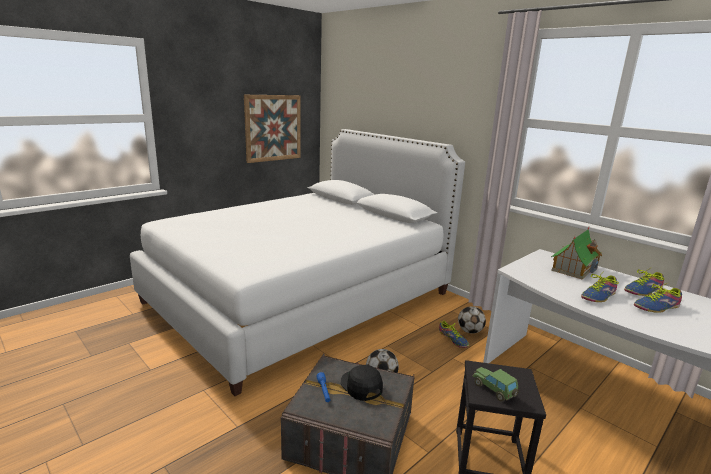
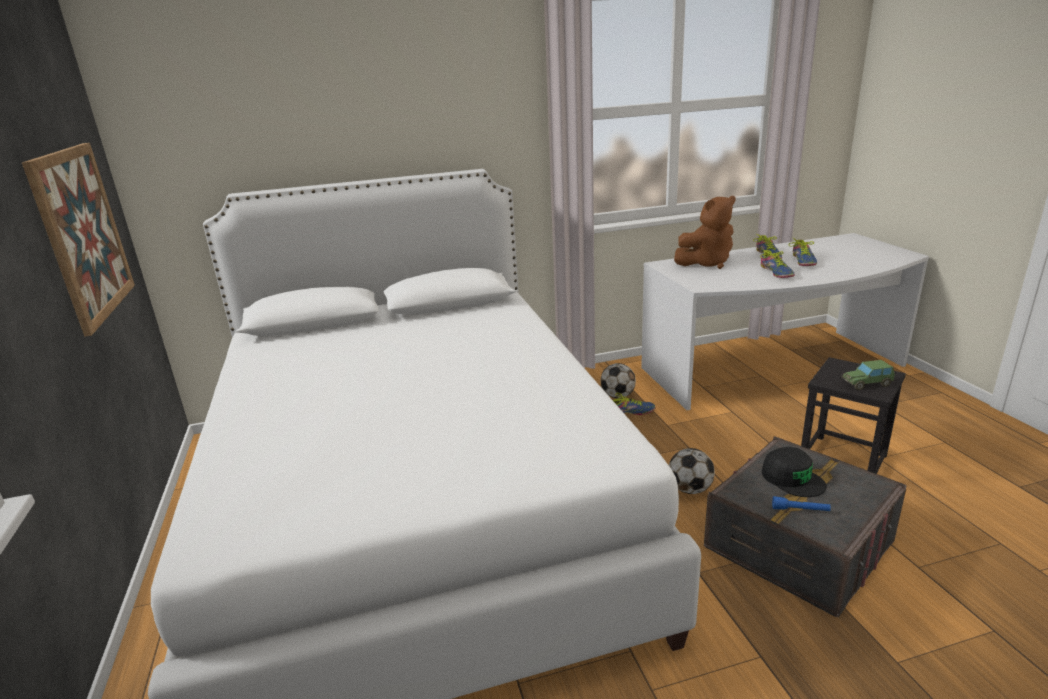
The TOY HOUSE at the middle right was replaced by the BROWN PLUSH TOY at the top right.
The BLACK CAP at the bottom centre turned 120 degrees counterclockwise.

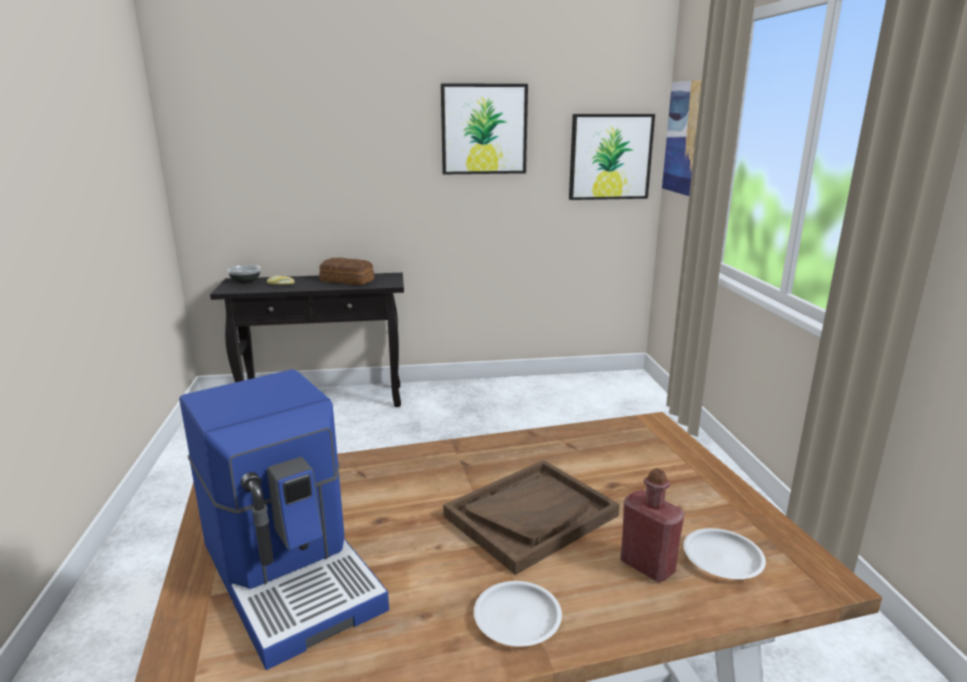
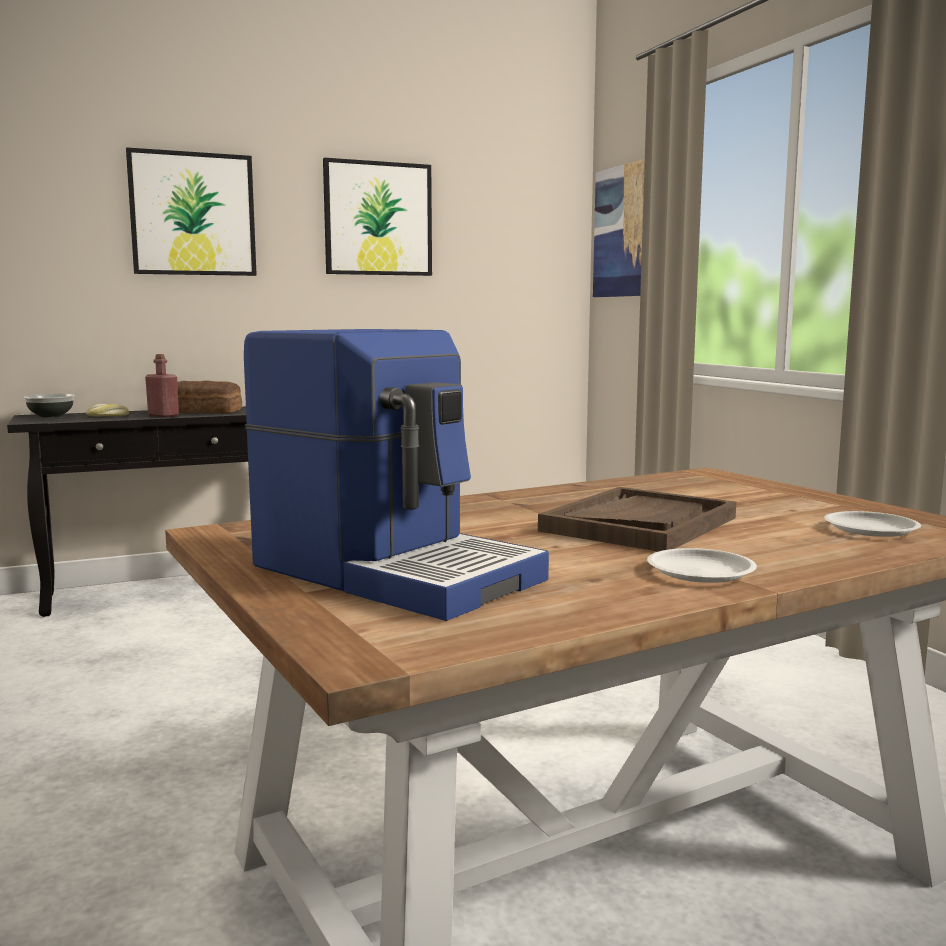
The PICTURE (2nd from left in the first image) moved from the top centre to the top left.
The RED BOTTLE moved from the bottom right to the middle left.

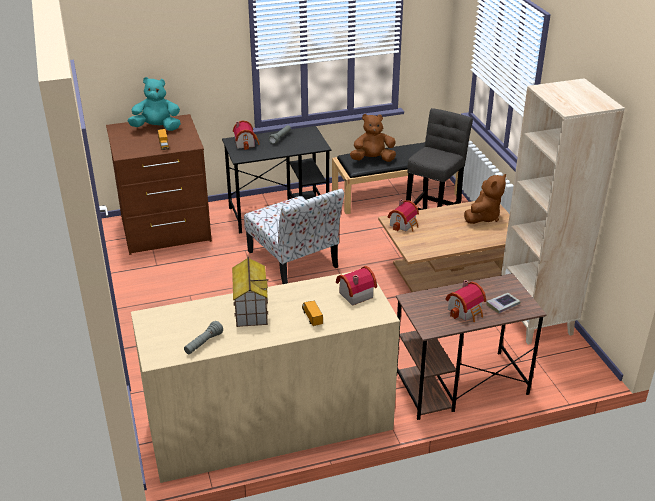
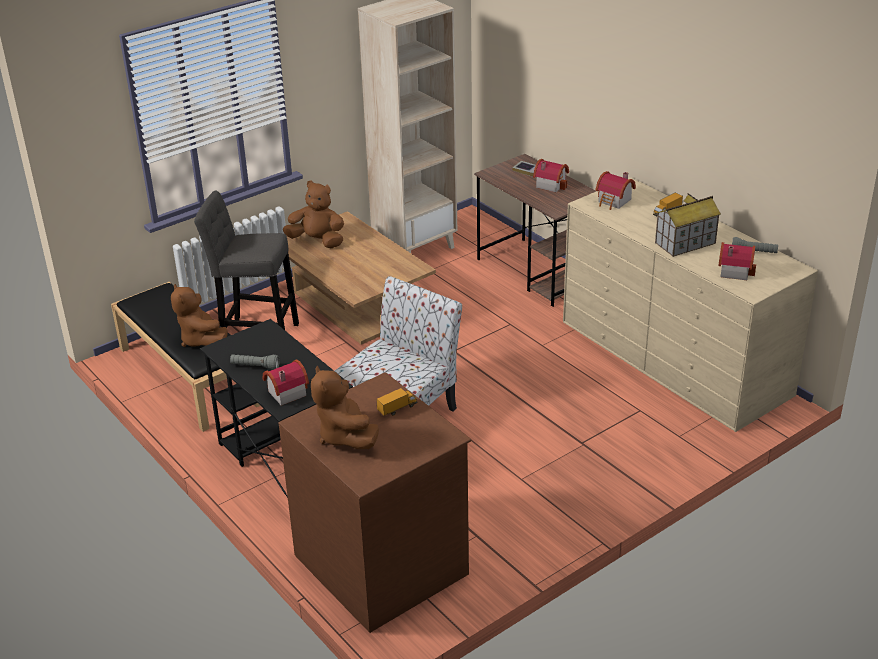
The TURQUOISE PLUSH TOY at the top left became the BROWN PLUSH TOY (3rd from left) at the centre.
The TOY HOUSE (4th from left in the first image) moved from the centre to the middle right.

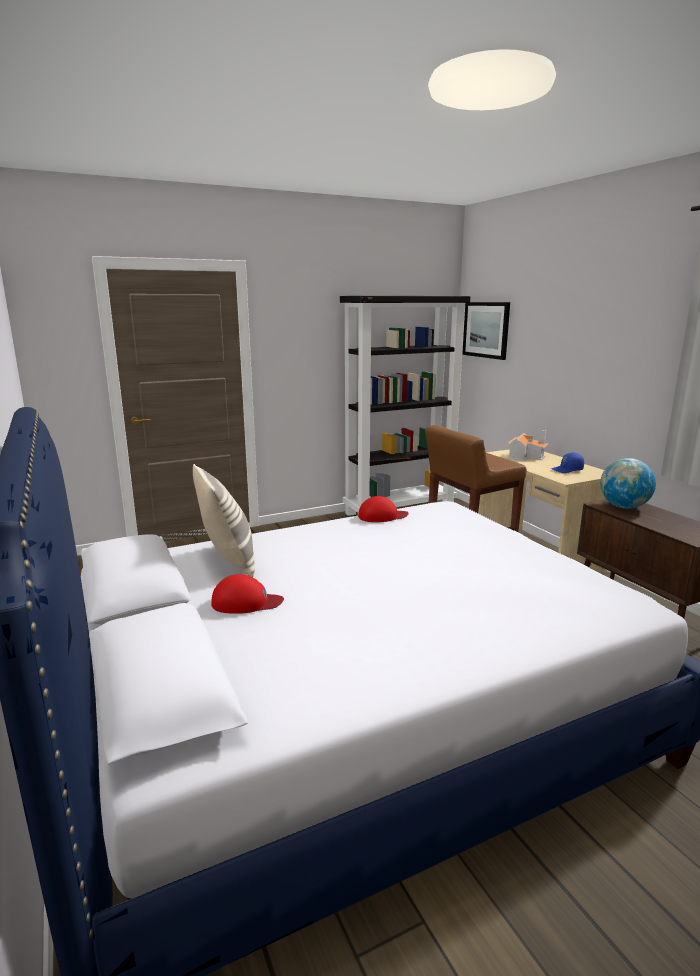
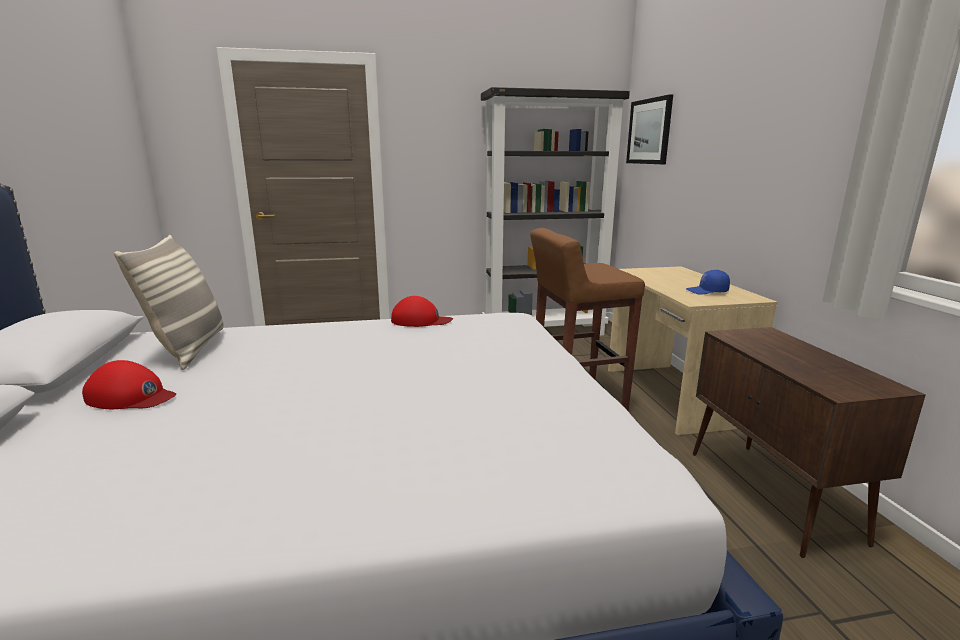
The TOY HOUSE at the middle right disappeared.
The GLOBE at the middle right disappeared.

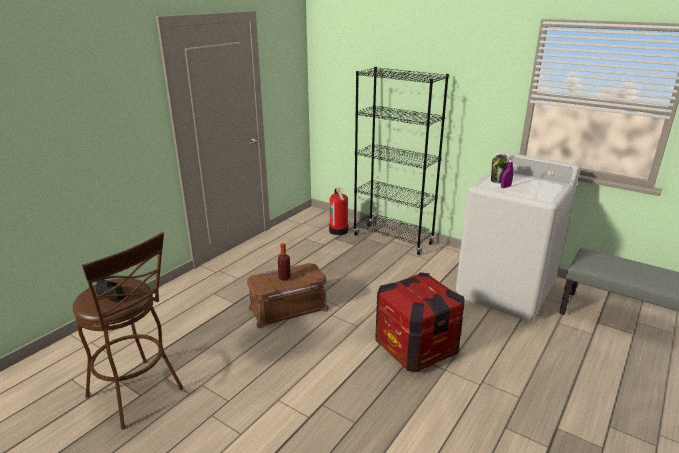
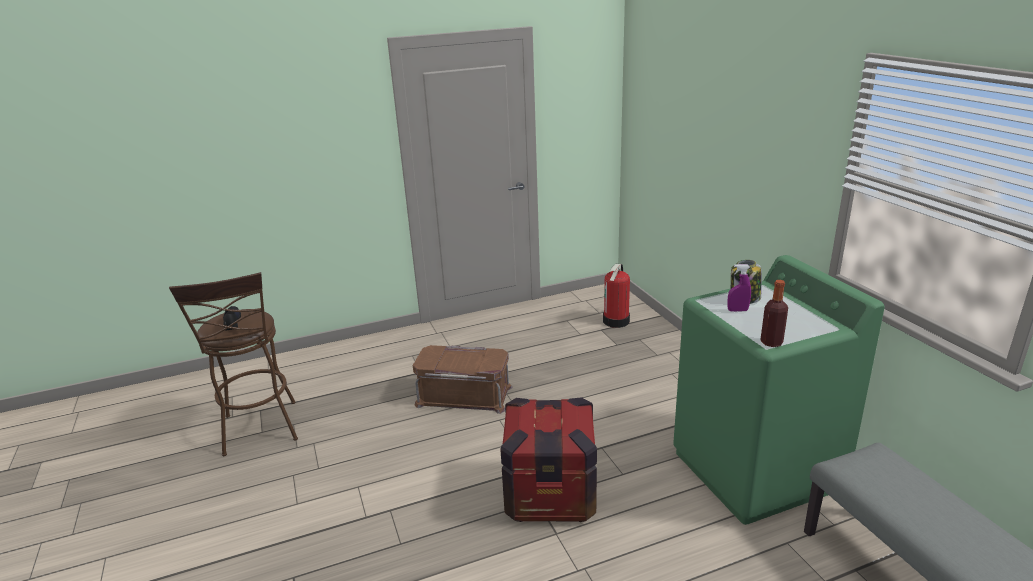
The WHITE WASHING MACHINE at the middle right became the GREEN WASHING MACHINE at the bottom right.
The BOTTLE moved from the centre to the middle right.
The BLACK BOOKCASE at the centre disappeared.

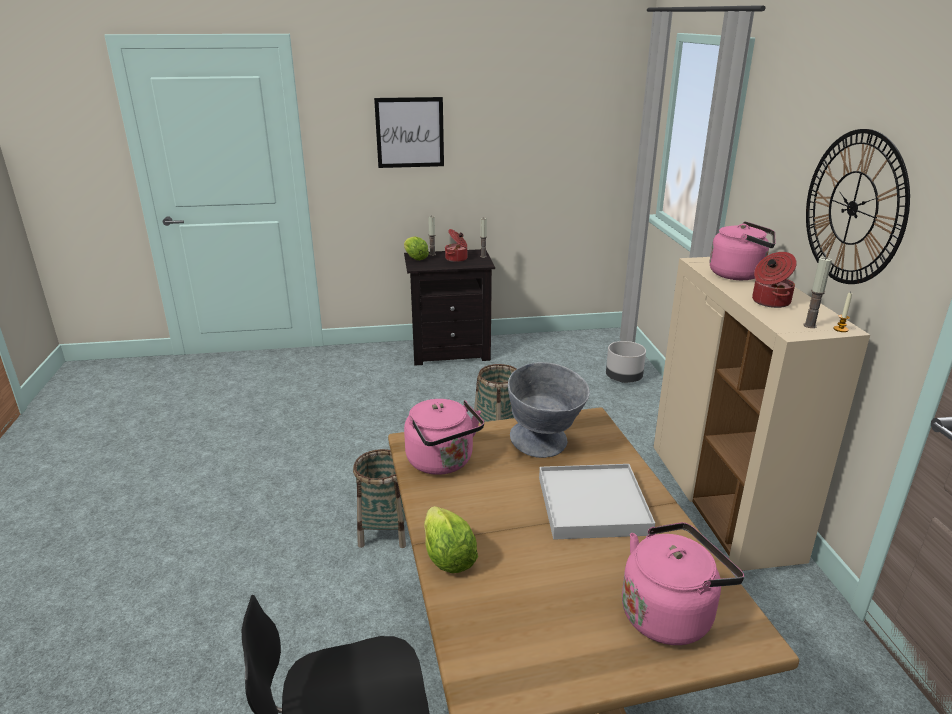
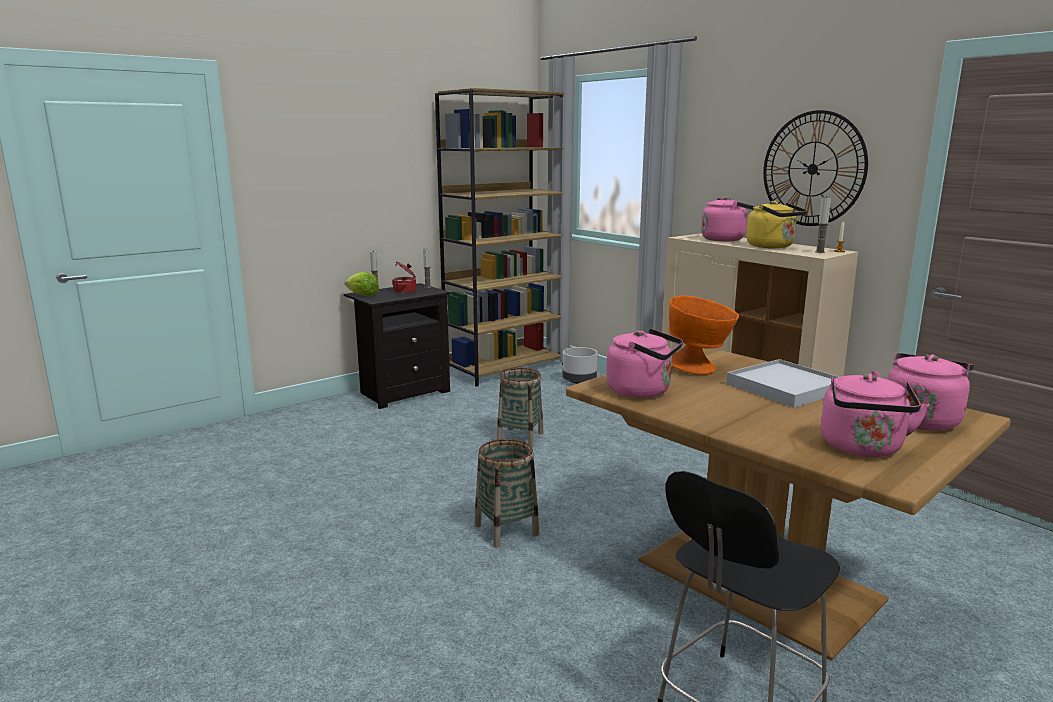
The BROWN BOOKCASE at the centre appeared.
The GREY BOWL at the centre became the ORANGE BOWL at the middle right.
The COOKING POT (2nd from left) at the middle right was replaced by the YELLOW KETTLE at the top right.
The PINK KETTLE (3rd from left) at the middle right appeared.
The PICTURE at the top centre disappeared.
The LETTUCE (2nd from left) at the bottom centre disappeared.

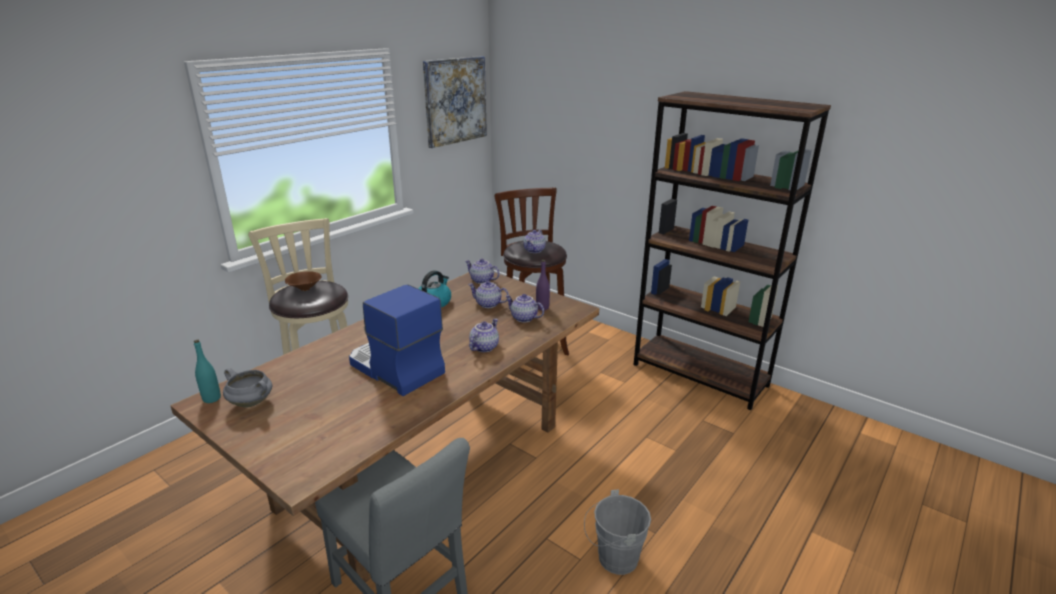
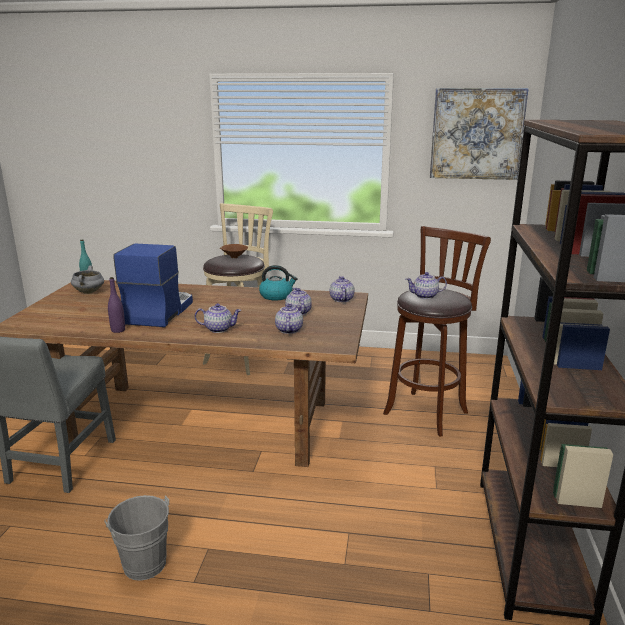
The PURPLE BOTTLE moved from the centre to the middle left.

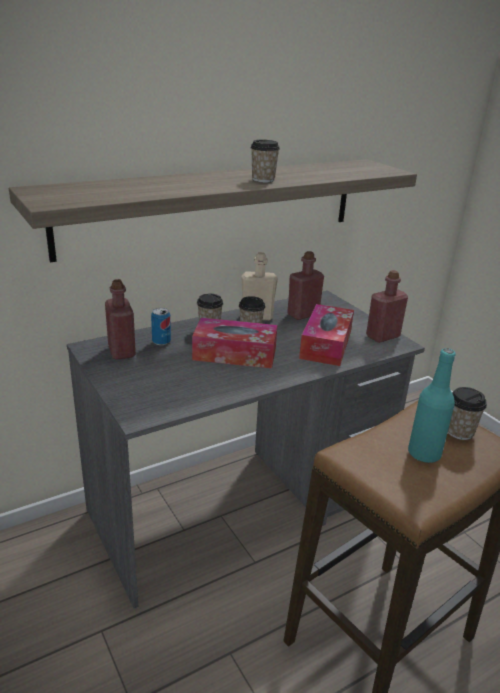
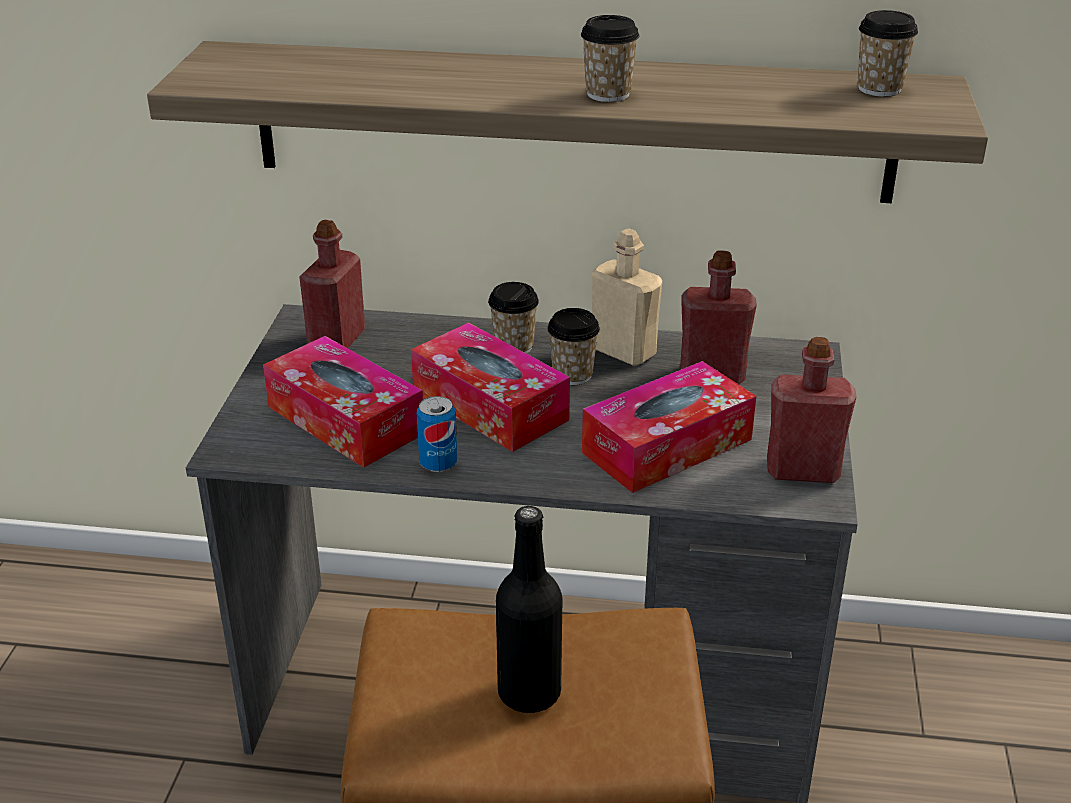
The TISSUE BOX (1st from left) at the middle left appeared.
The CAN moved from the middle left to the centre.
The TURQUOISE BOTTLE at the middle right became the BLACK BOTTLE at the bottom centre.
The CUP (4th from left) moved from the middle right to the top right.

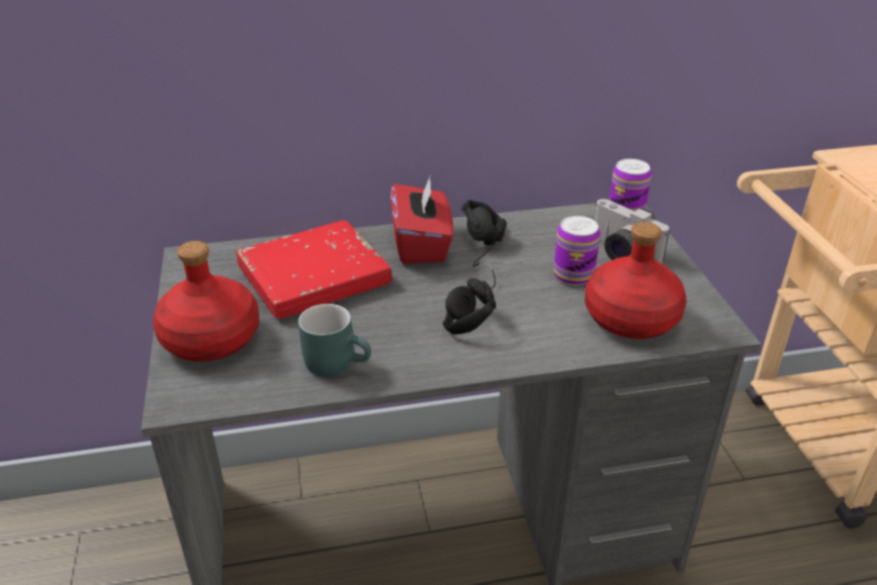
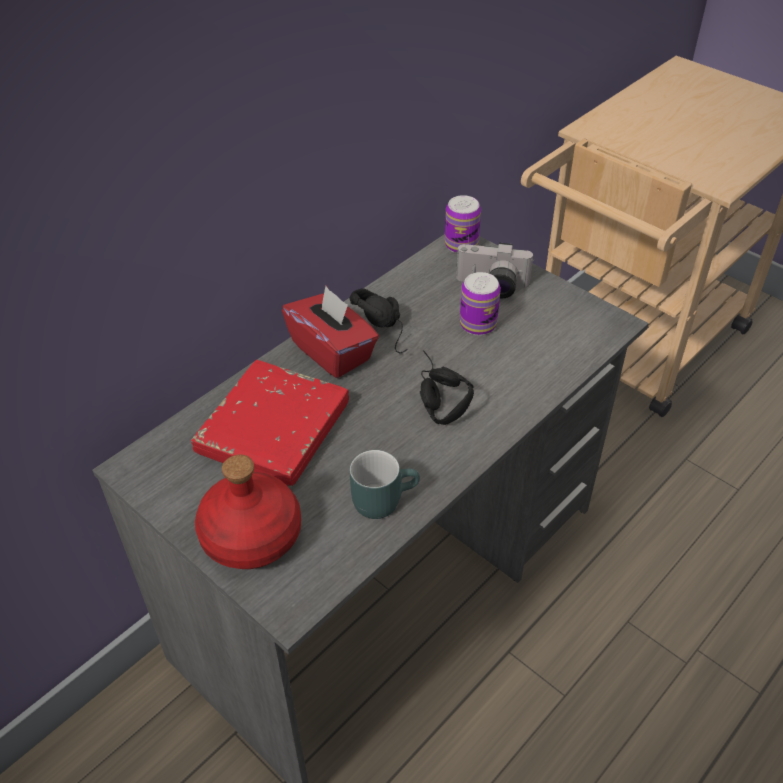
The RED BOTTLE (2nd from left) at the middle right disappeared.

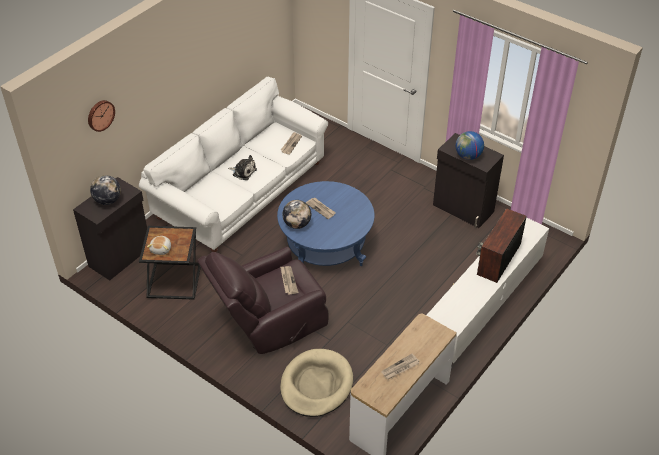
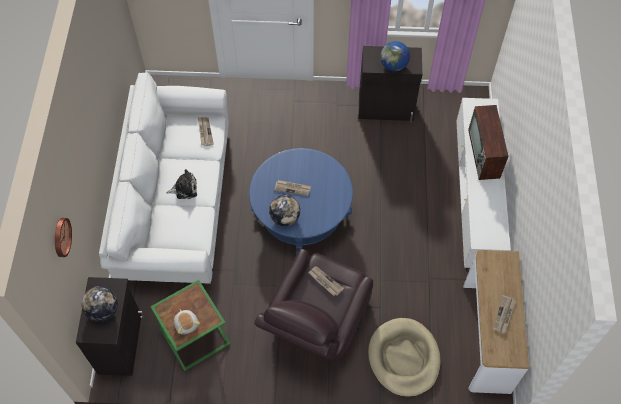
The BLACK SIDE TABLE at the middle left became the GREEN SIDE TABLE at the bottom left.

